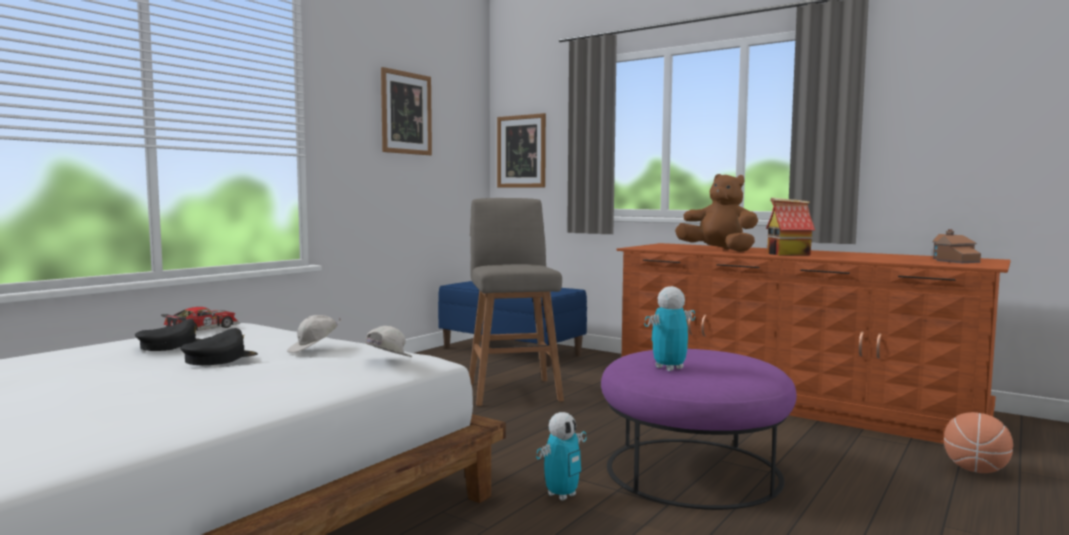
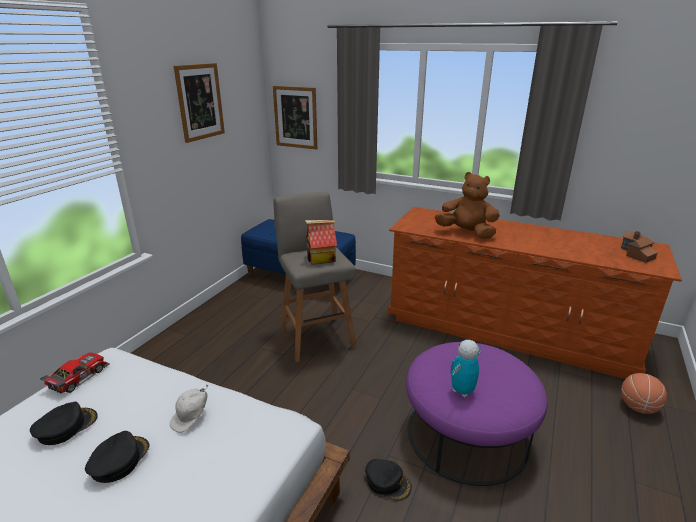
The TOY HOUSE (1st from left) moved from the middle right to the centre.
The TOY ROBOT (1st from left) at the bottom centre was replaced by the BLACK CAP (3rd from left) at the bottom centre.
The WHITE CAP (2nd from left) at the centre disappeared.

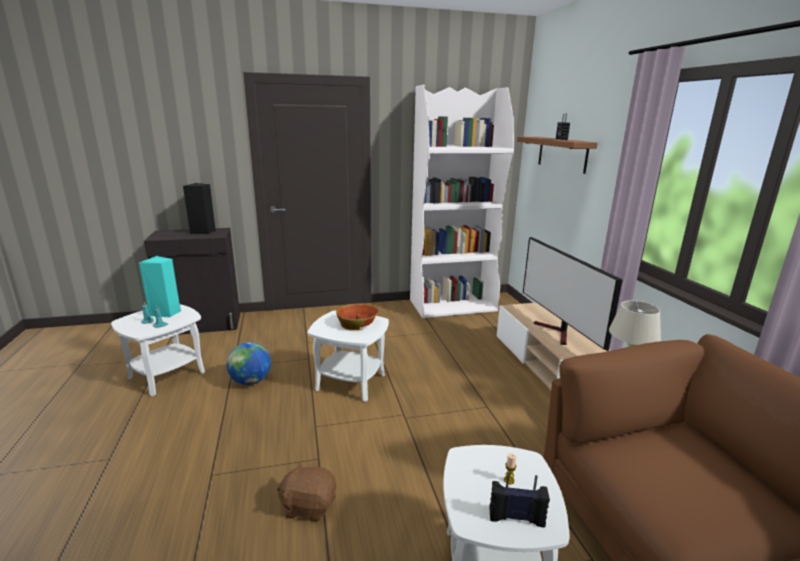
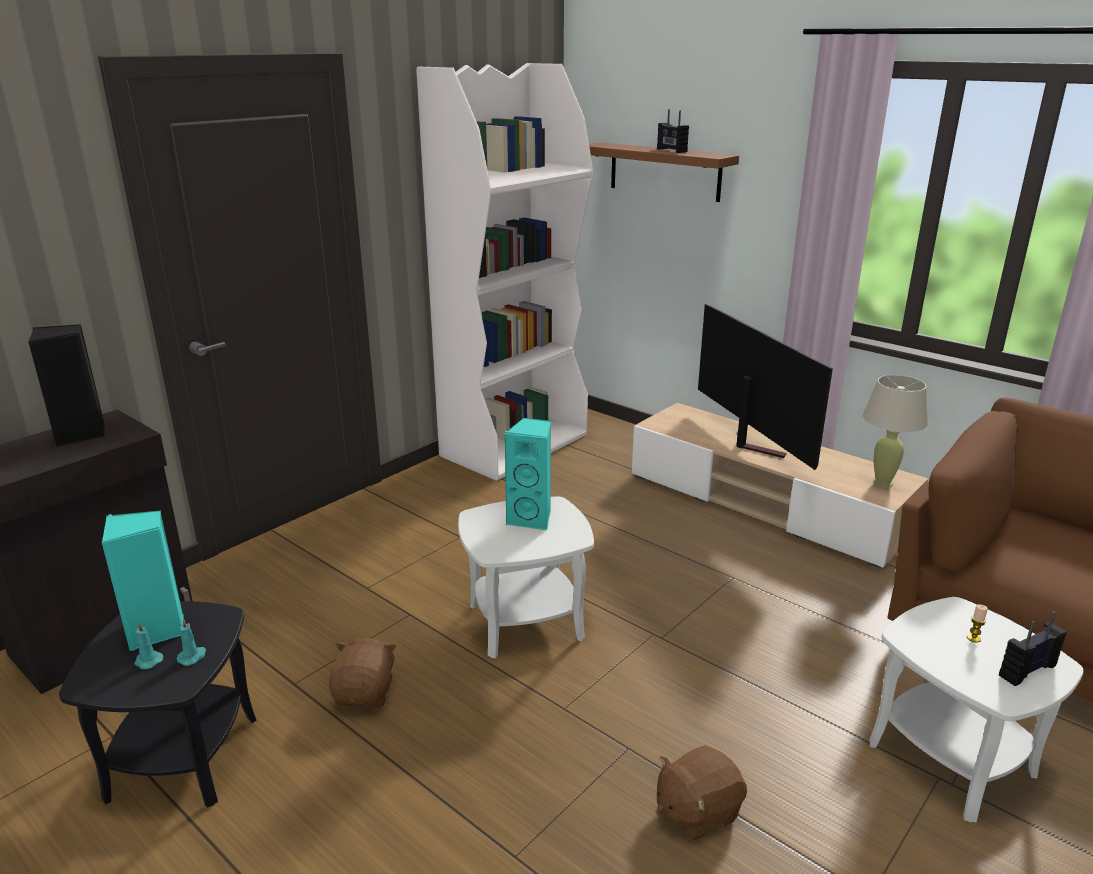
The WHITE SIDE TABLE (1st from left) at the middle left became the BLACK SIDE TABLE at the bottom left.
The GLOBE at the middle left was replaced by the BROWN PLUSH TOY (1st from left) at the bottom left.
The BOWL at the centre was replaced by the TURQUOISE SPEAKER (2nd from left) at the centre.
The TELEVISION at the middle right turned 150 degrees counterclockwise.

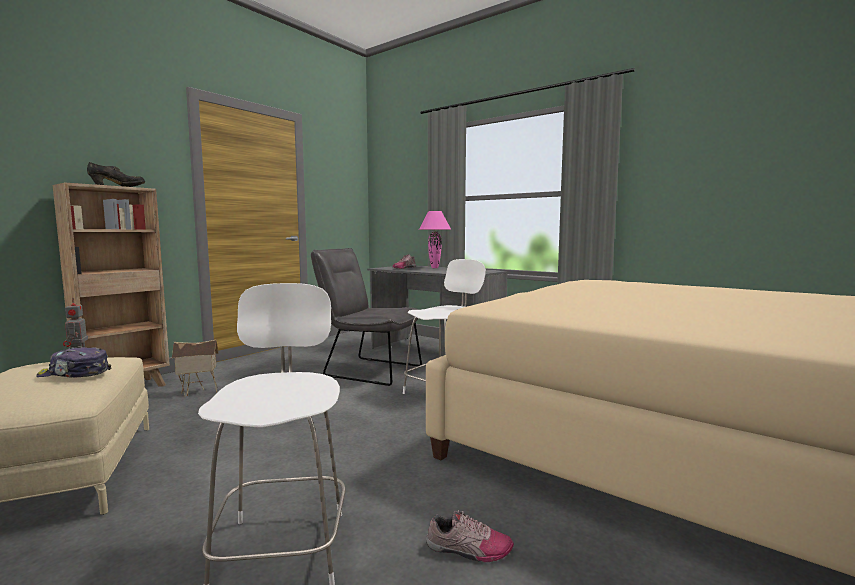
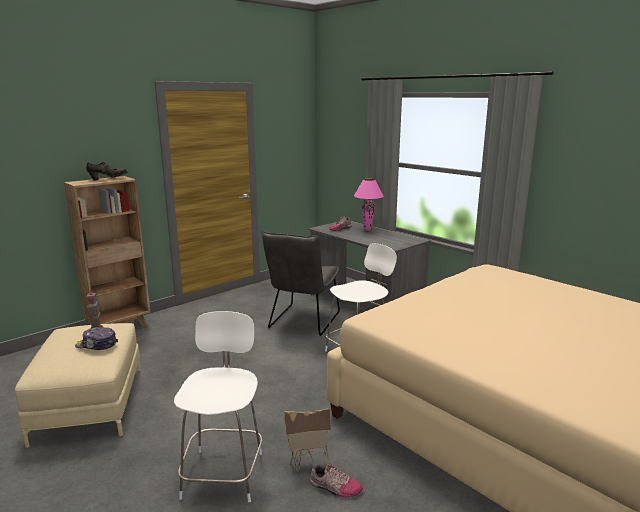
The GREY CHAIR at the centre turned 105 degrees counterclockwise.
The TOY HOUSE moved from the middle left to the bottom centre.

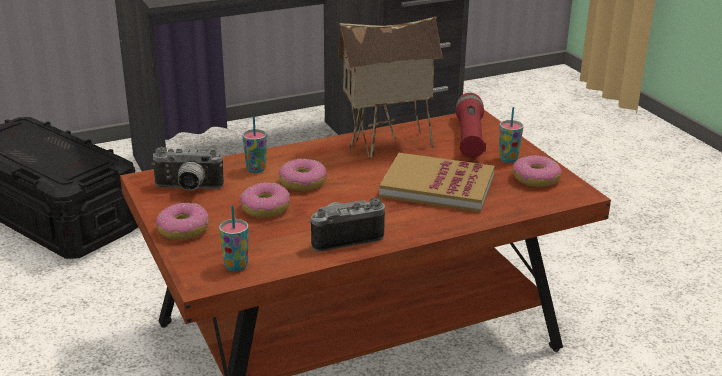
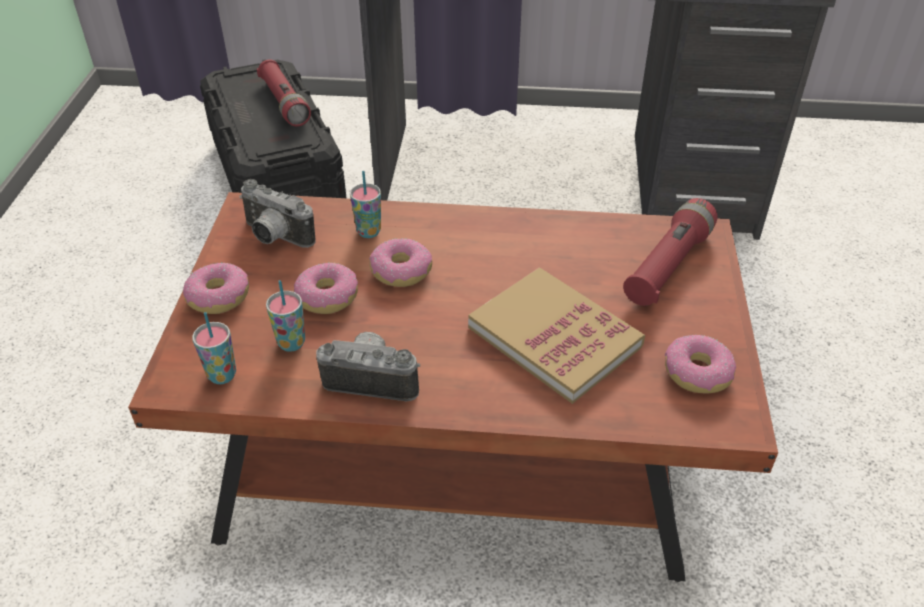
The RED FLASHLIGHT (1st from left) at the top left appeared.
The CUP (3rd from left in the first image) moved from the middle right to the middle left.
The TOY HOUSE at the top centre disappeared.

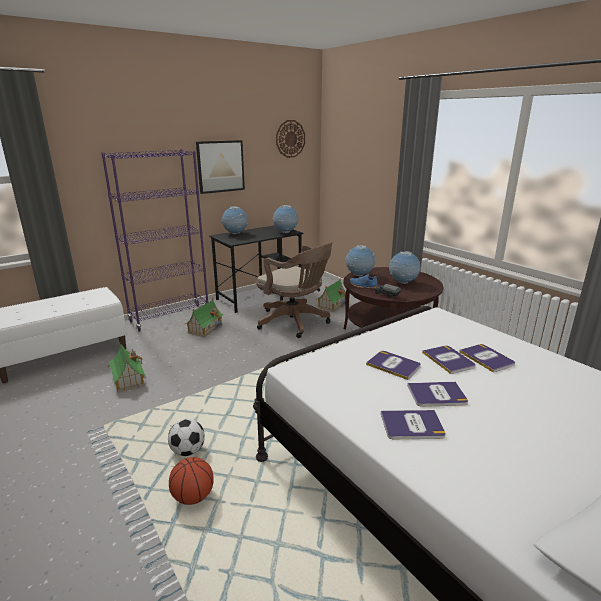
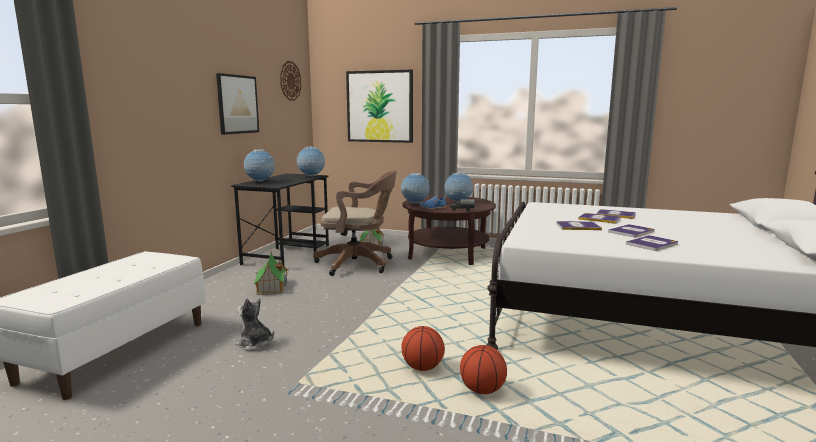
The TOY HOUSE (1st from left) at the middle left was replaced by the PLUSH TOY at the bottom left.
The PICTURE (2nd from left) at the top centre appeared.
The FOOTBALL at the bottom left was replaced by the BASKETBALL (1st from left) at the bottom centre.
The PURPLE BOOKCASE at the middle left disappeared.

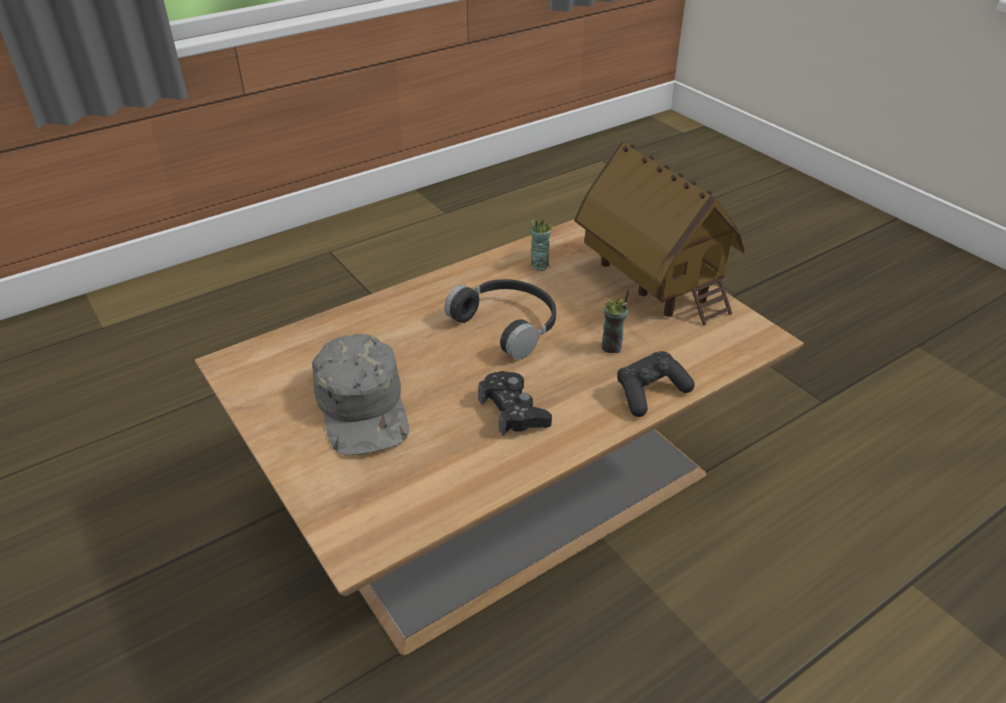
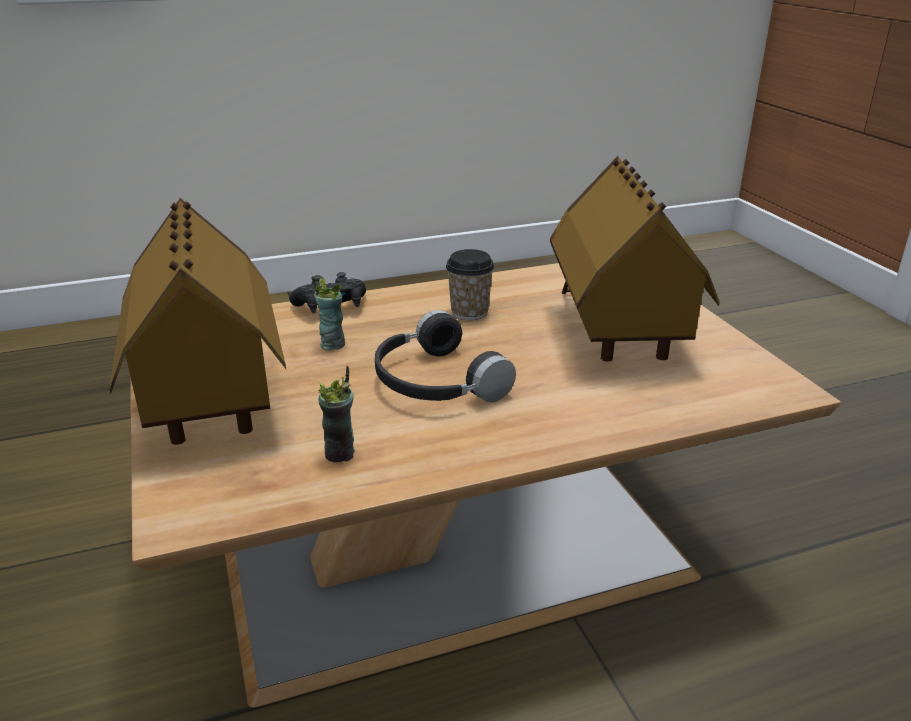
The BLACK GAME CONTROLLER (1st from left) at the centre was replaced by the CUP (3rd from left) at the centre.
The GREY CAP at the centre was replaced by the TOY HOUSE (2nd from left) at the middle right.

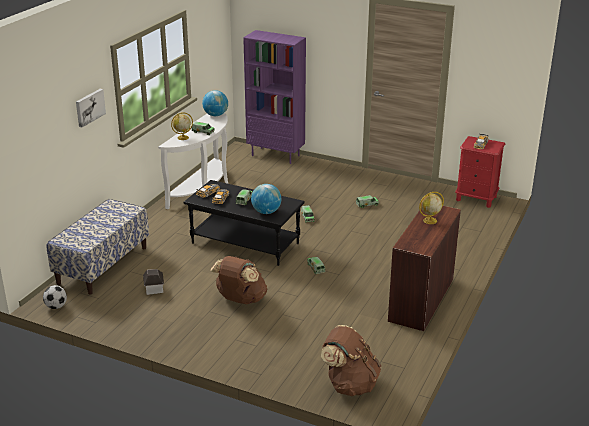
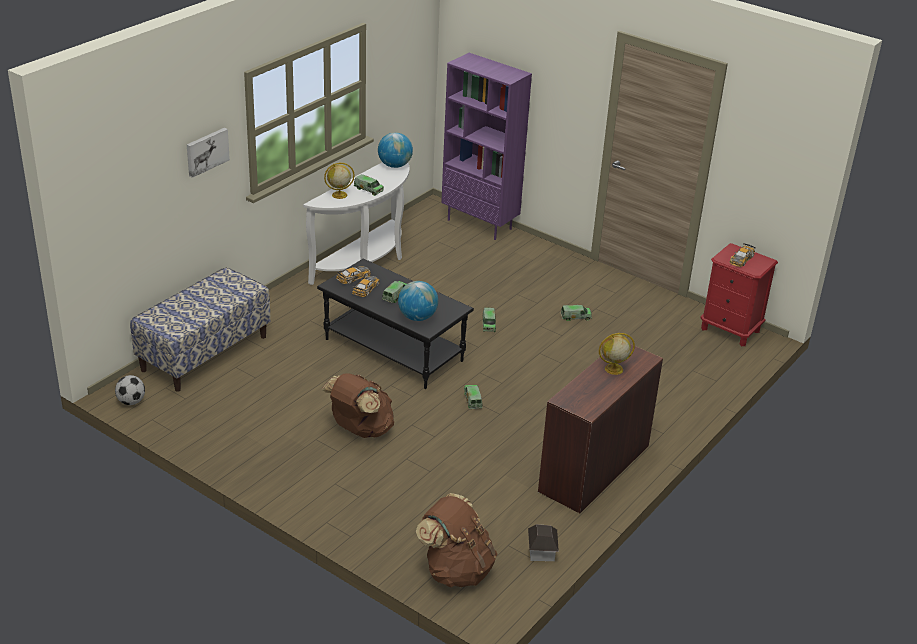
The TOY HOUSE moved from the middle left to the bottom centre.

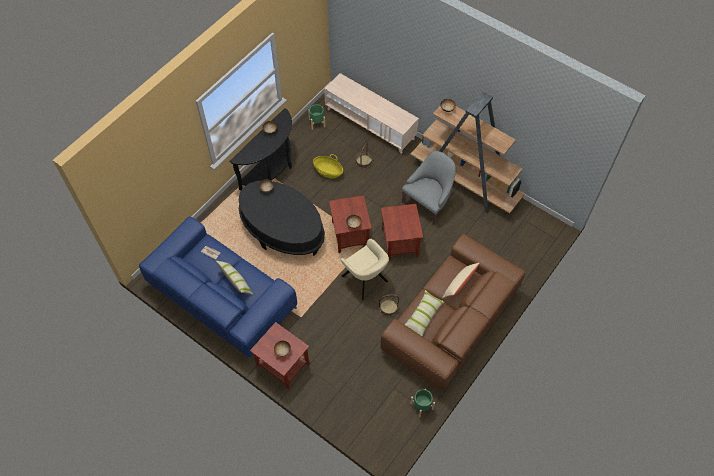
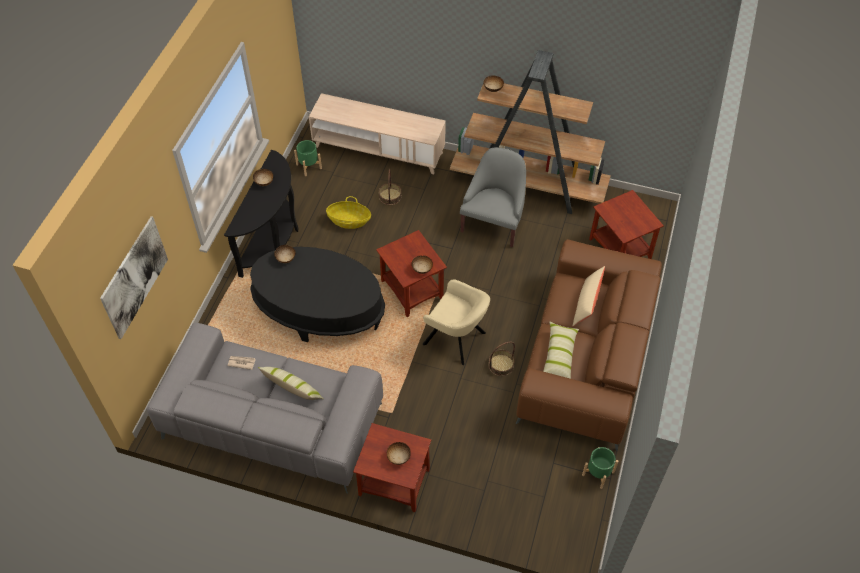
The PICTURE at the middle left appeared.
The BLUE SOFA at the middle left became the GREY SOFA at the bottom left.
The BROWN SIDE TABLE (3rd from left) moved from the centre to the middle right.

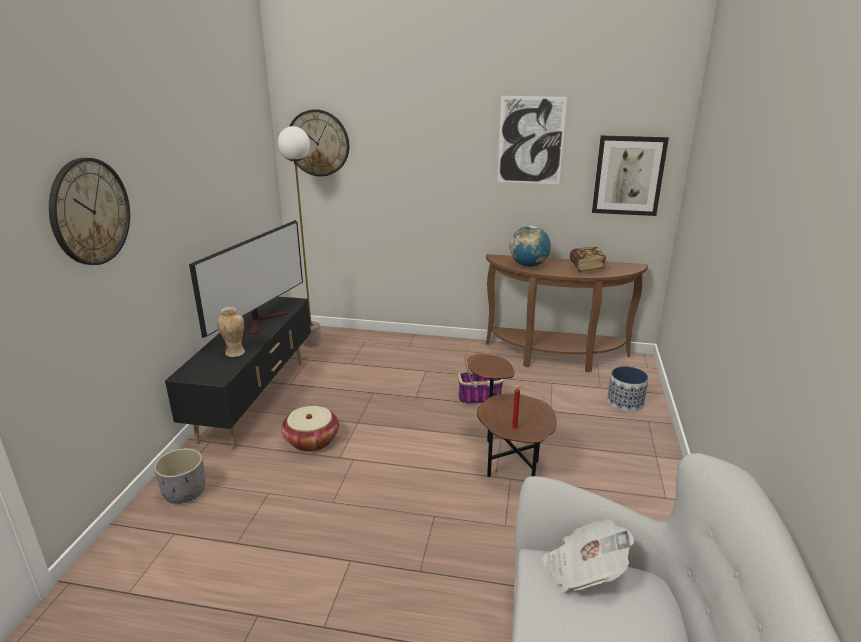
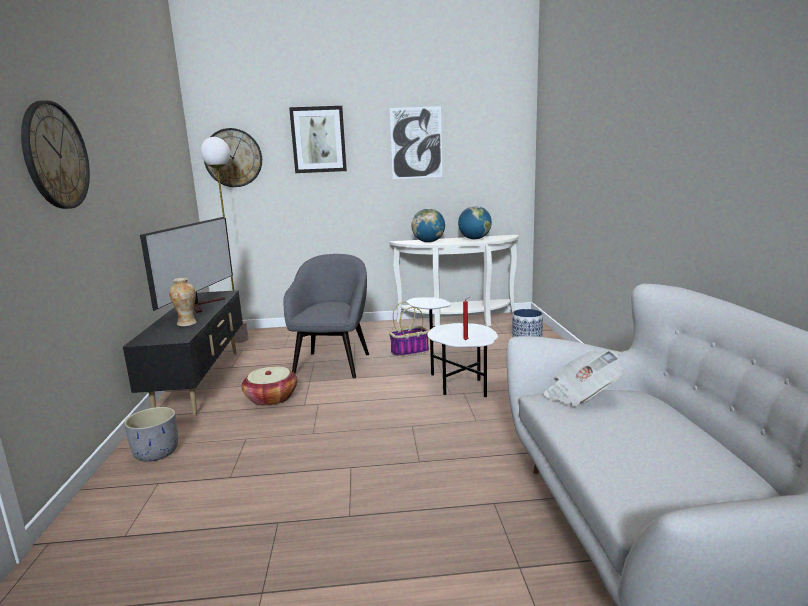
The GREY ARMCHAIR at the centre appeared.
The PICTURE (2nd from left in the first image) moved from the top right to the top centre.
The BROWN CONSOLE TABLE at the centre became the WHITE CONSOLE TABLE at the centre.
The BROWN SIDE TABLE at the centre became the WHITE SIDE TABLE at the centre.
The BOOK at the middle right was replaced by the GLOBE (2nd from left) at the centre.

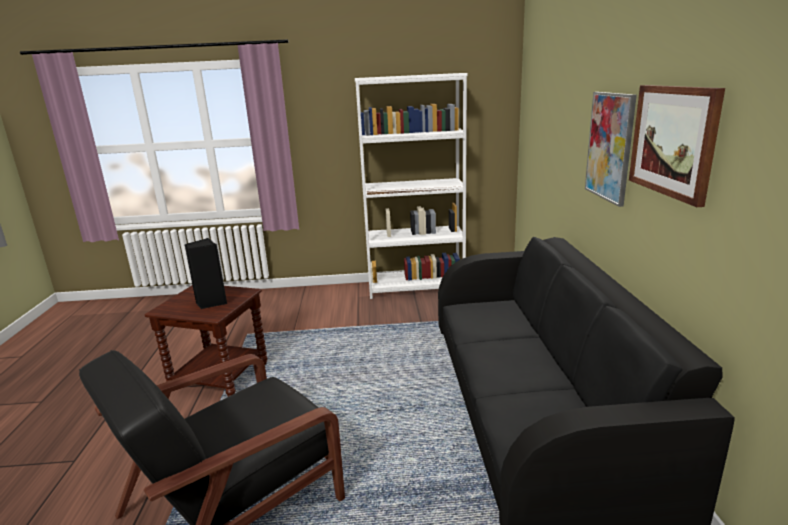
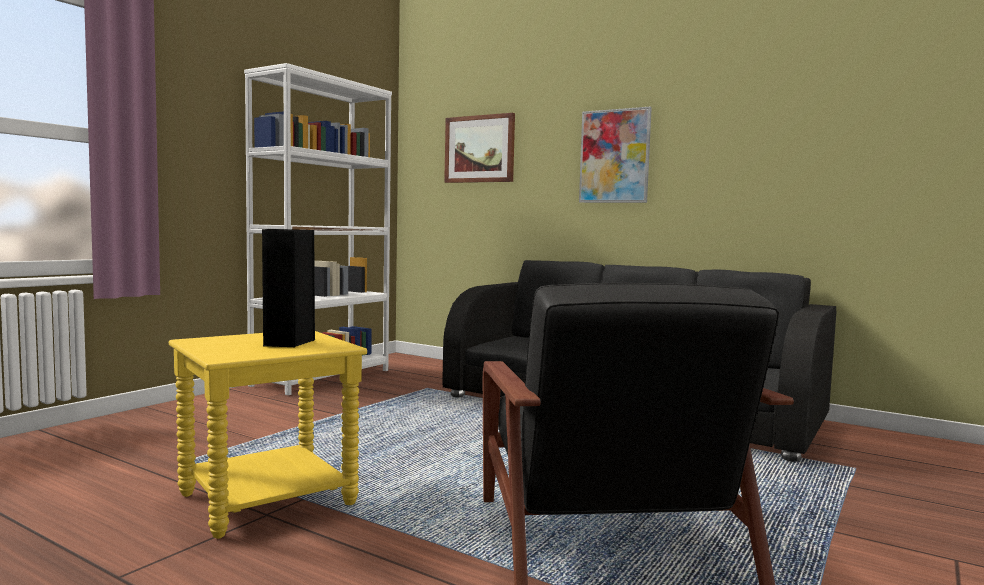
The BROWN SIDE TABLE at the middle left became the YELLOW SIDE TABLE at the bottom left.
The PICTURE (2nd from left in the first image) moved from the top right to the top centre.

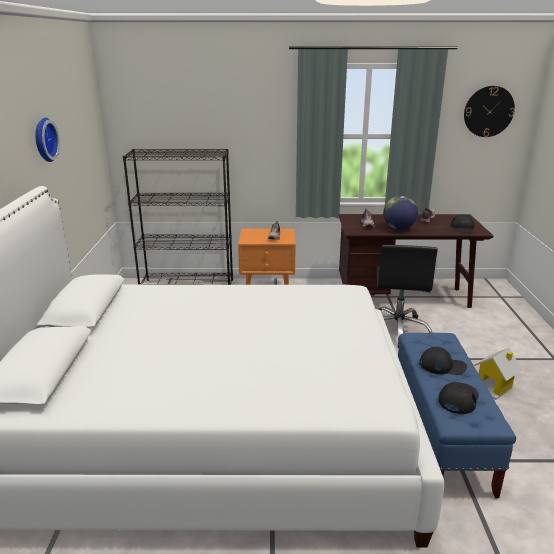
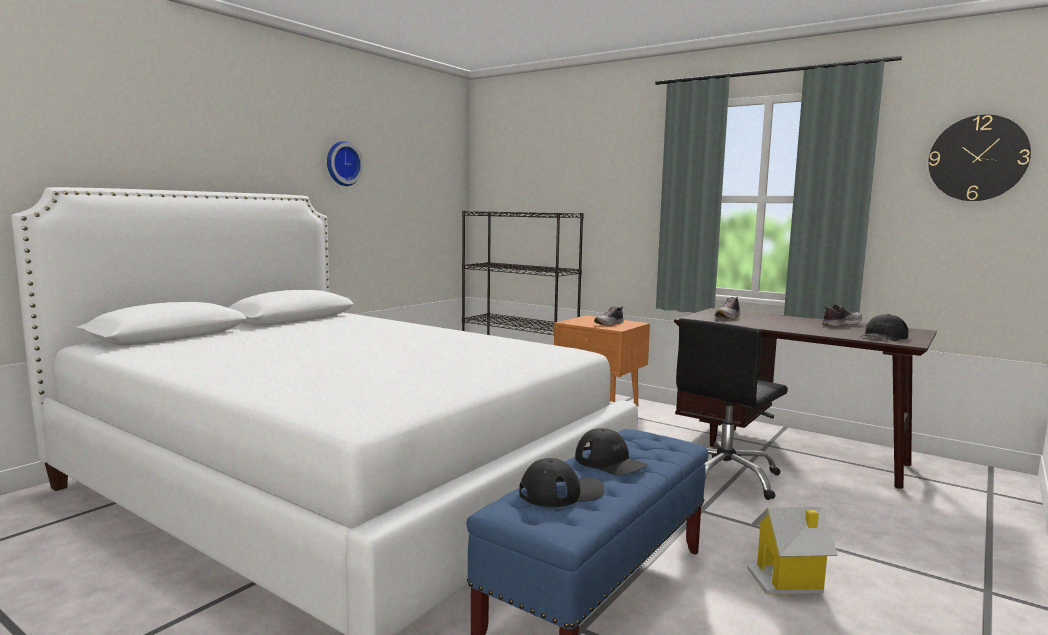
The GLOBE at the middle right disappeared.

